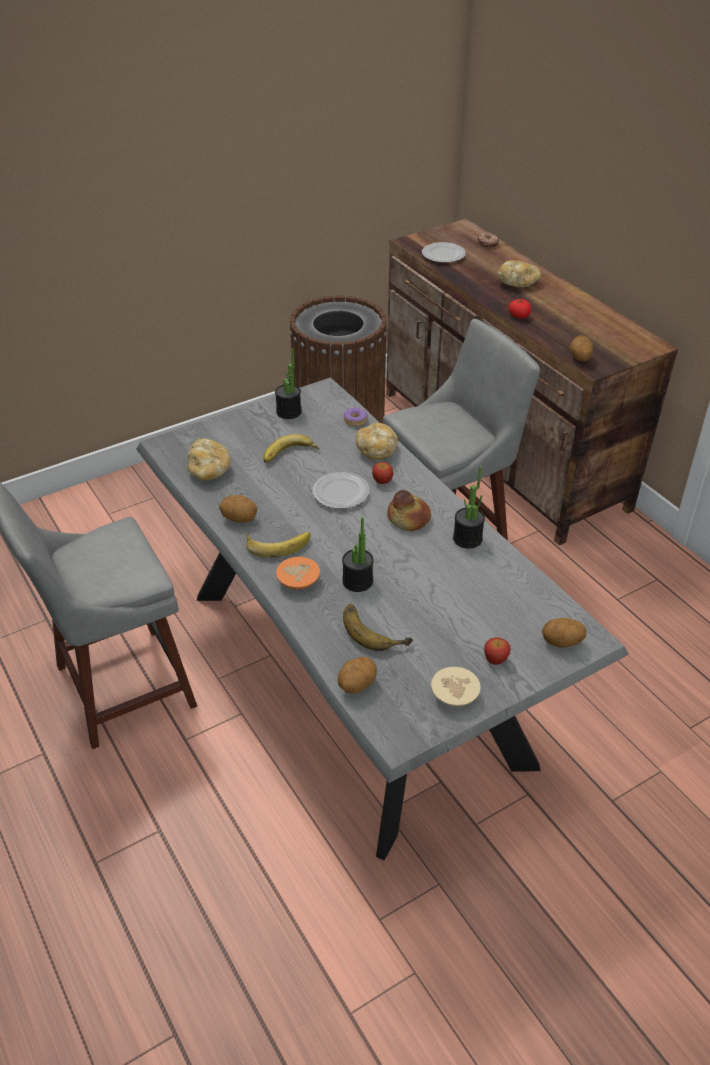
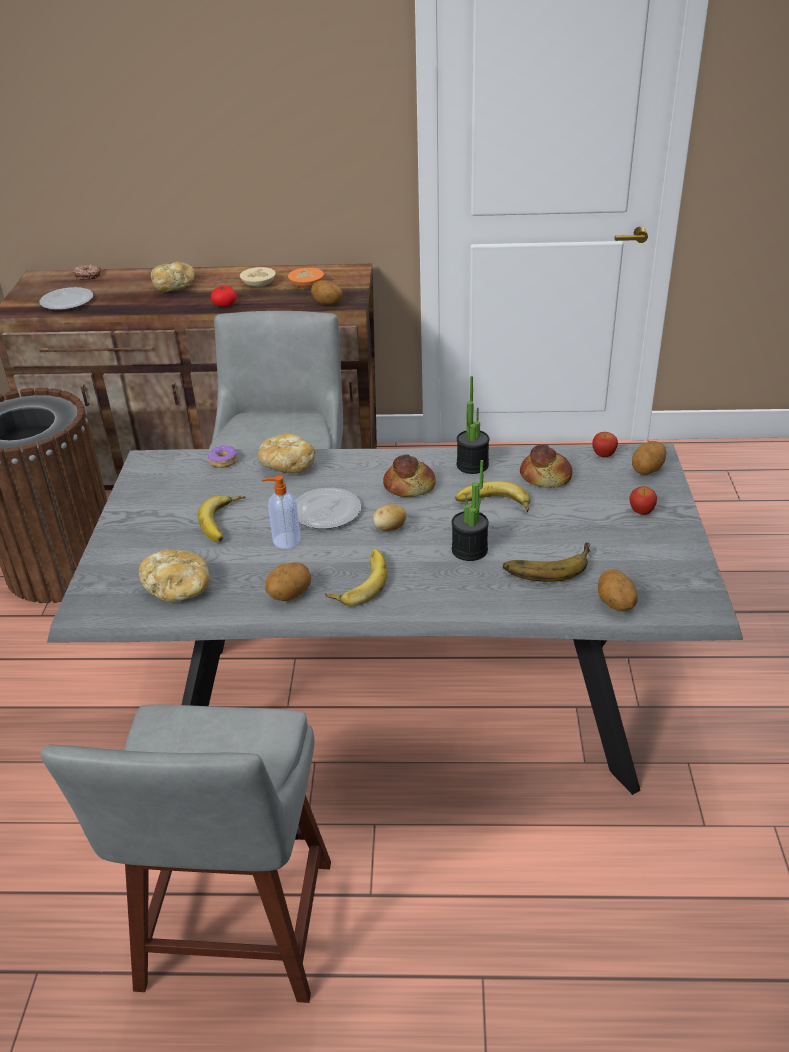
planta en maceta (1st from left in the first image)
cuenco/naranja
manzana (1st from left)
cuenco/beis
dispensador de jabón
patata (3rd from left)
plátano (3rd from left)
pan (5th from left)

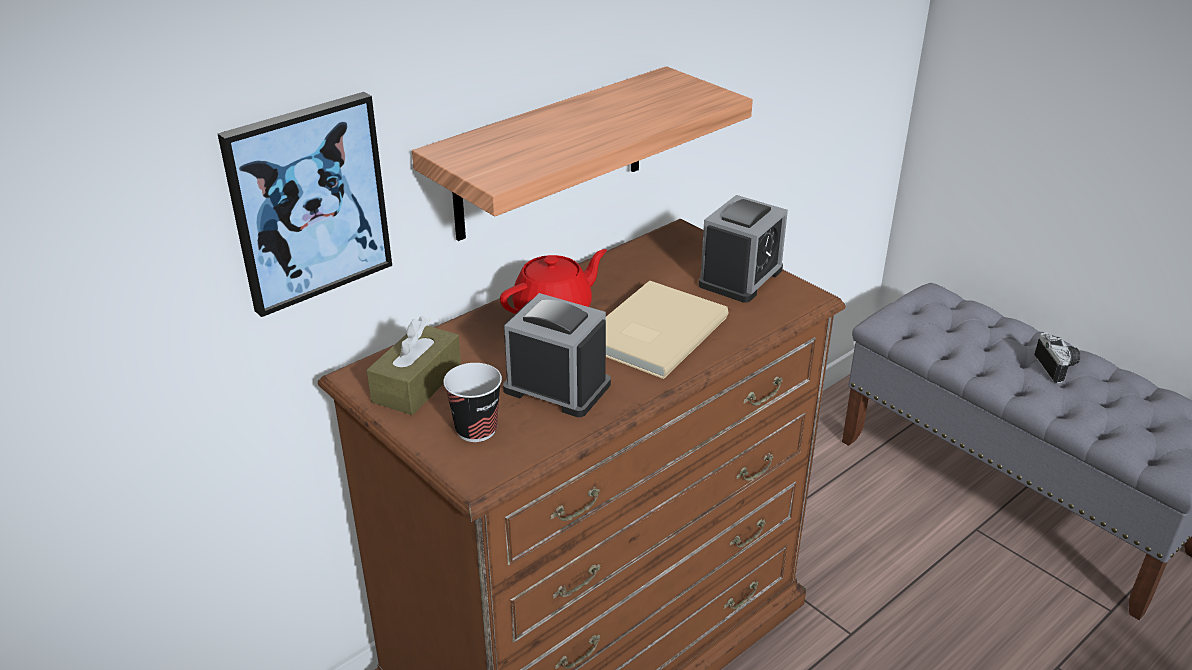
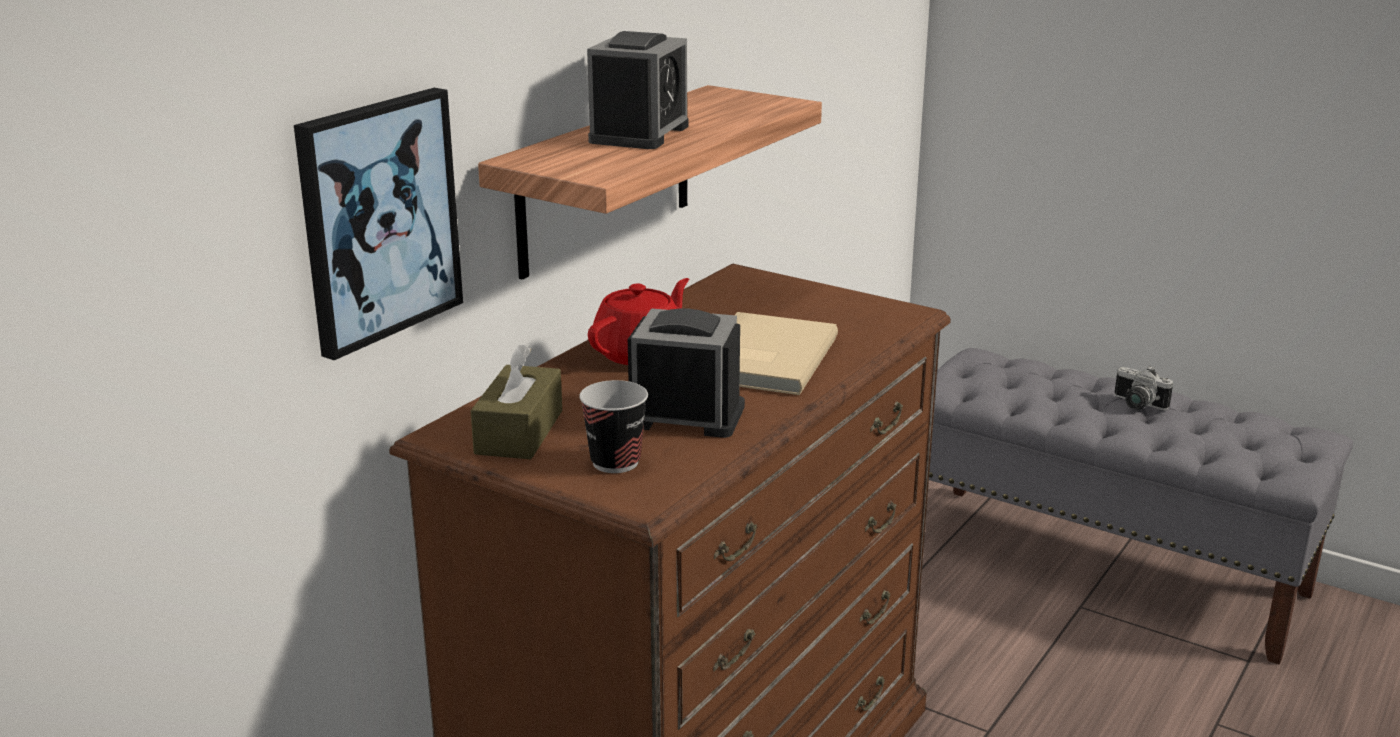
despertador (1st from left)
cámara

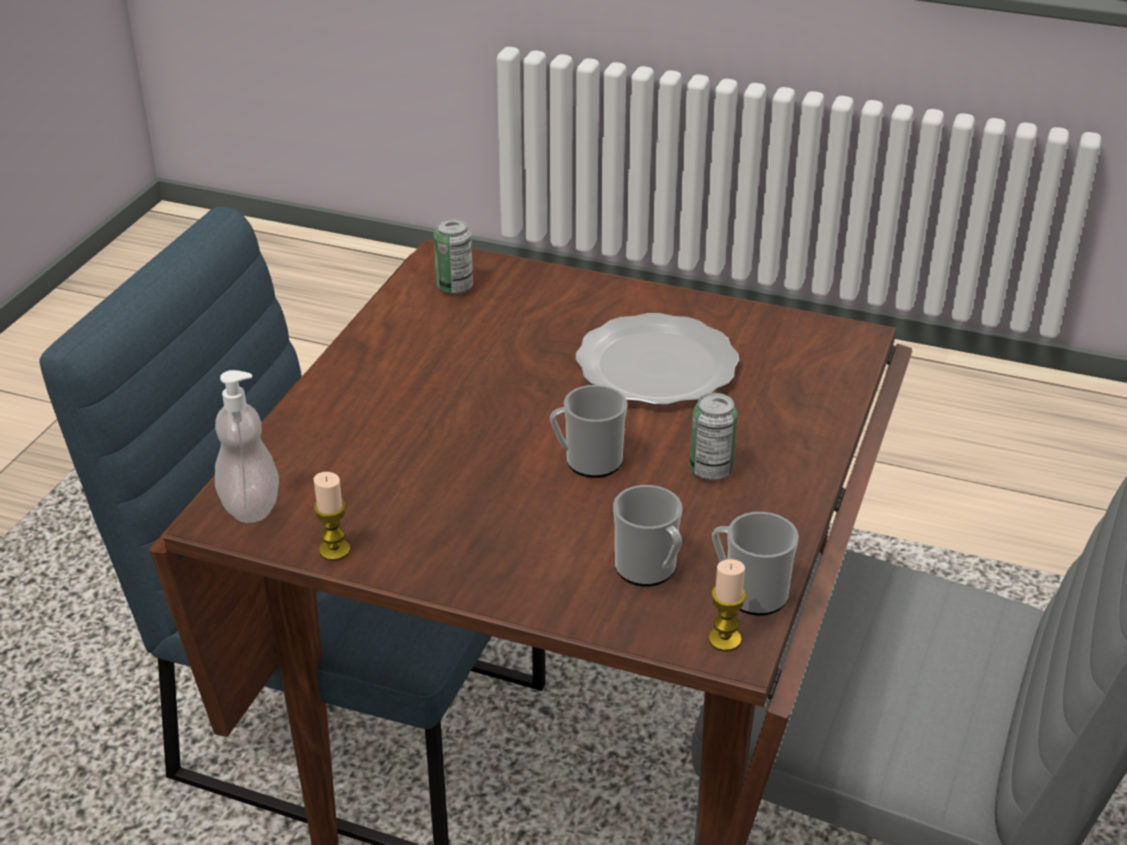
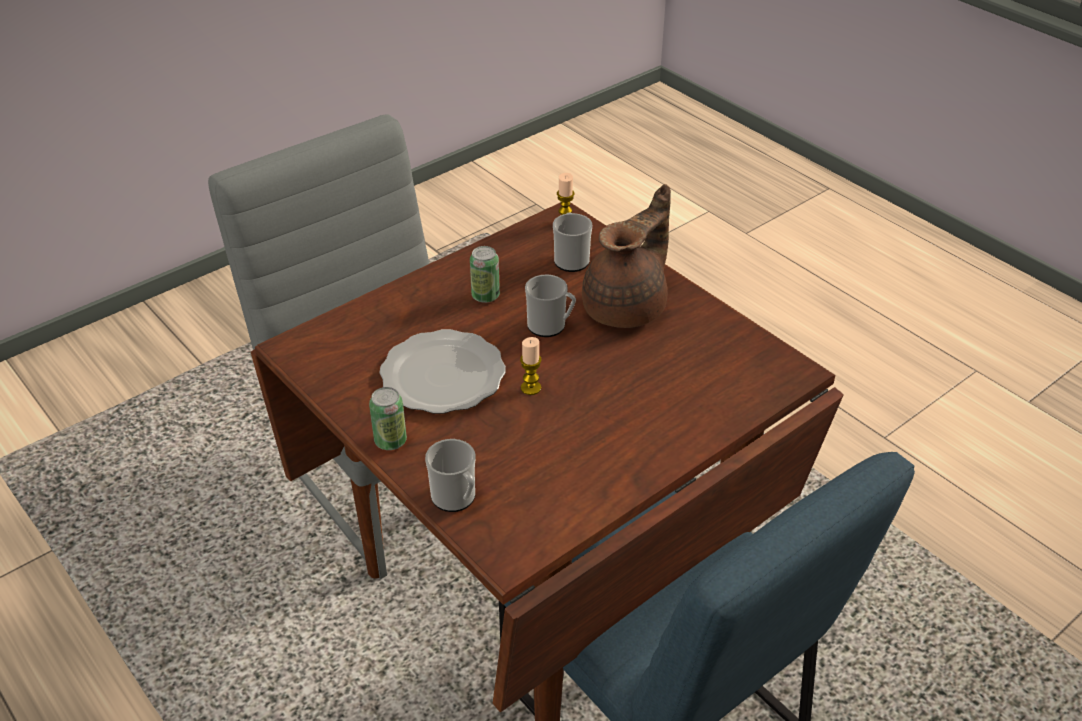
dispensador de jabón
vela (1st from left)
lata (1st from left)
taza grande (1st from left)
tetera/marrón

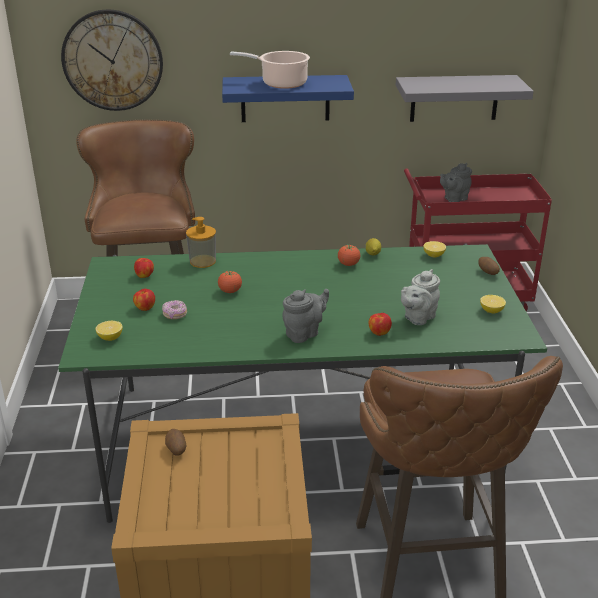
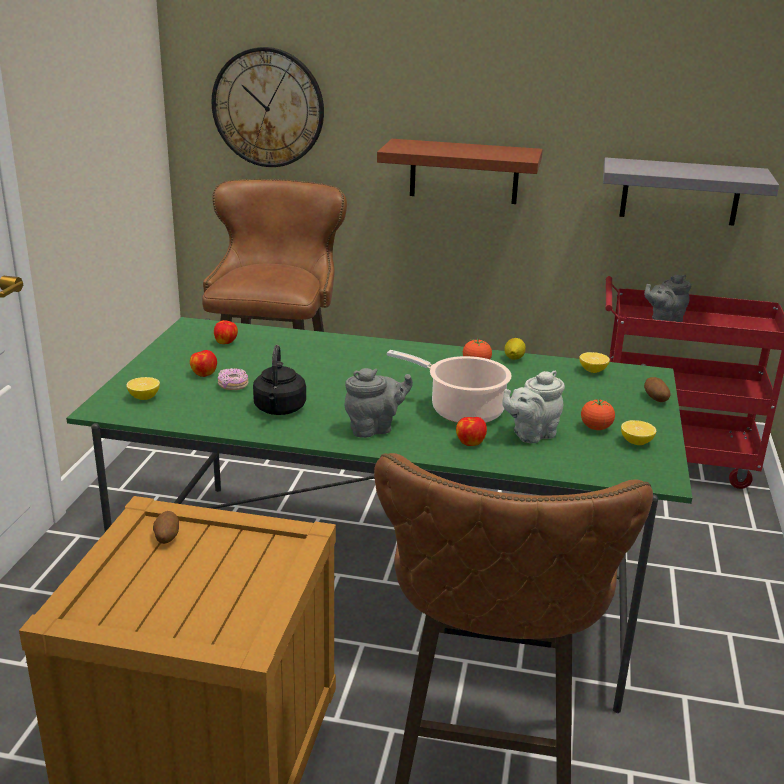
dispensador de jabón
tomate (2nd from left)
estante/marrón
olla
hervidor/negro

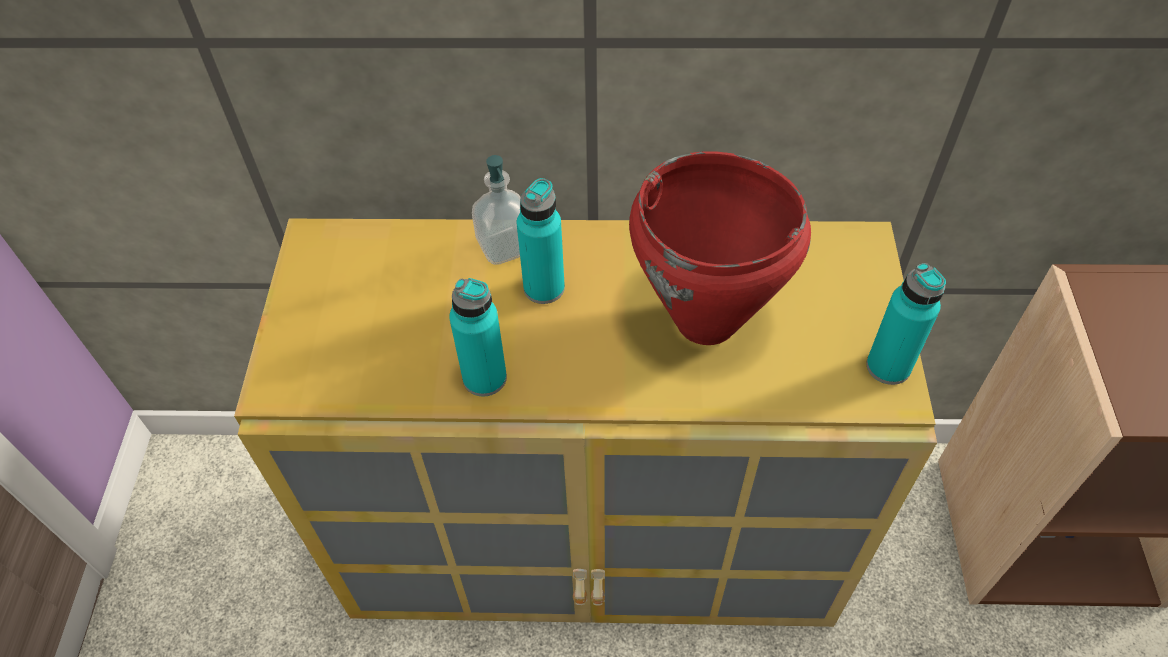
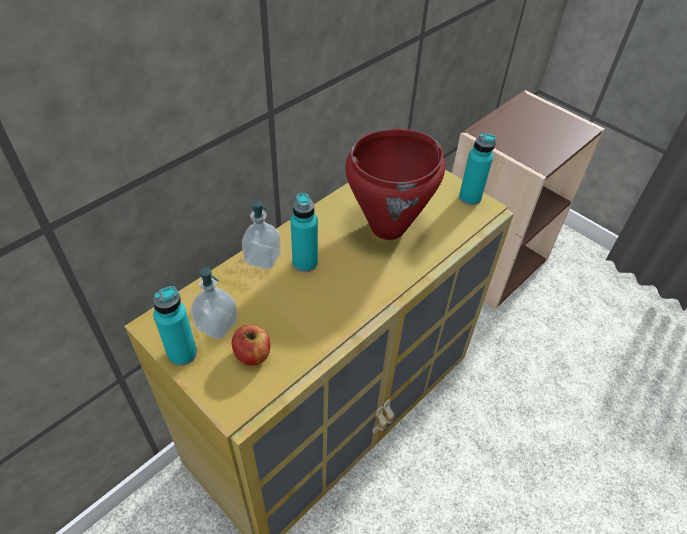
botella/turquesa (1st from left)
dispensador de jabón (1st from left)
manzana

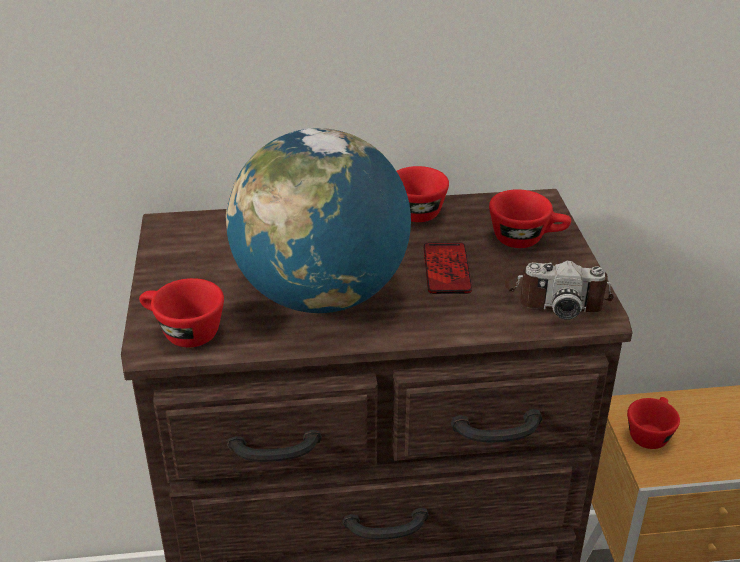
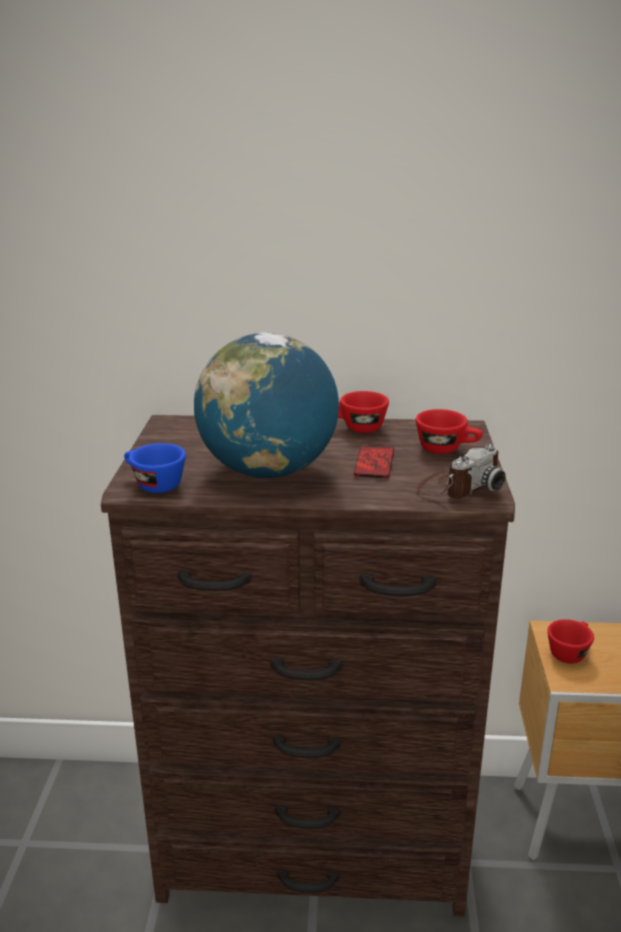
taza/azul
cámara

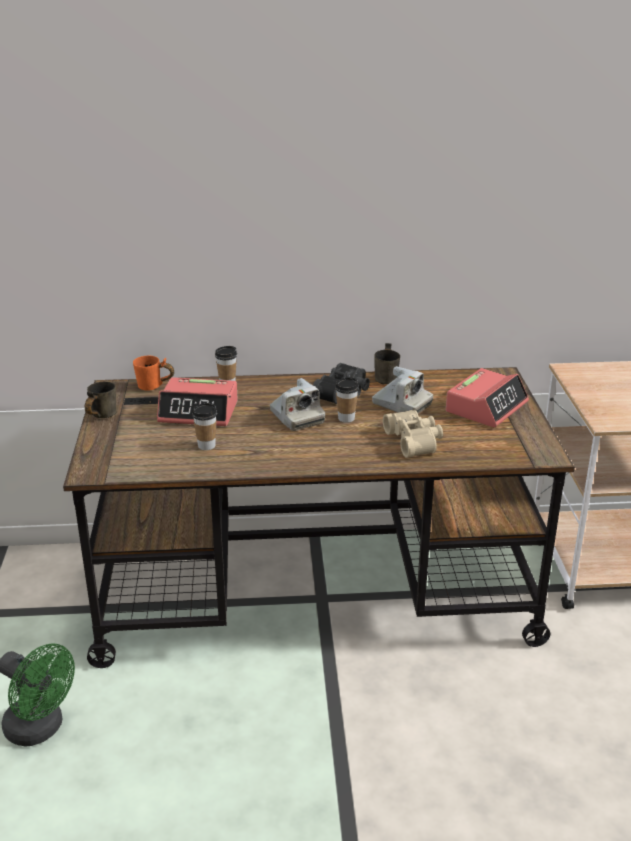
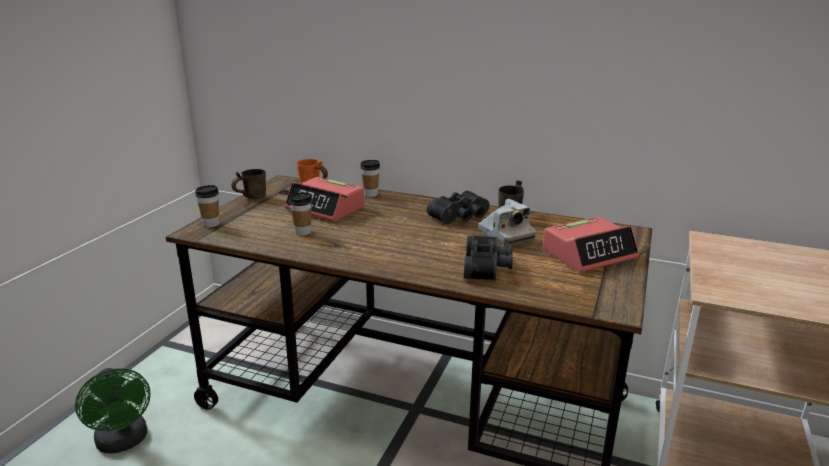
cámara (1st from left in the first image)
taza (1st from left)
prismáticos/negro (2nd from left)

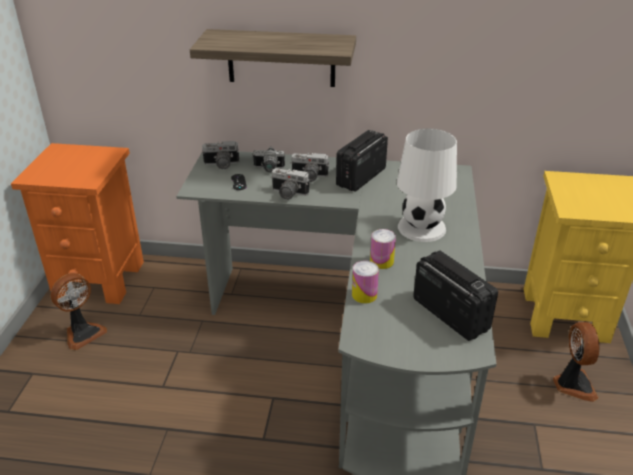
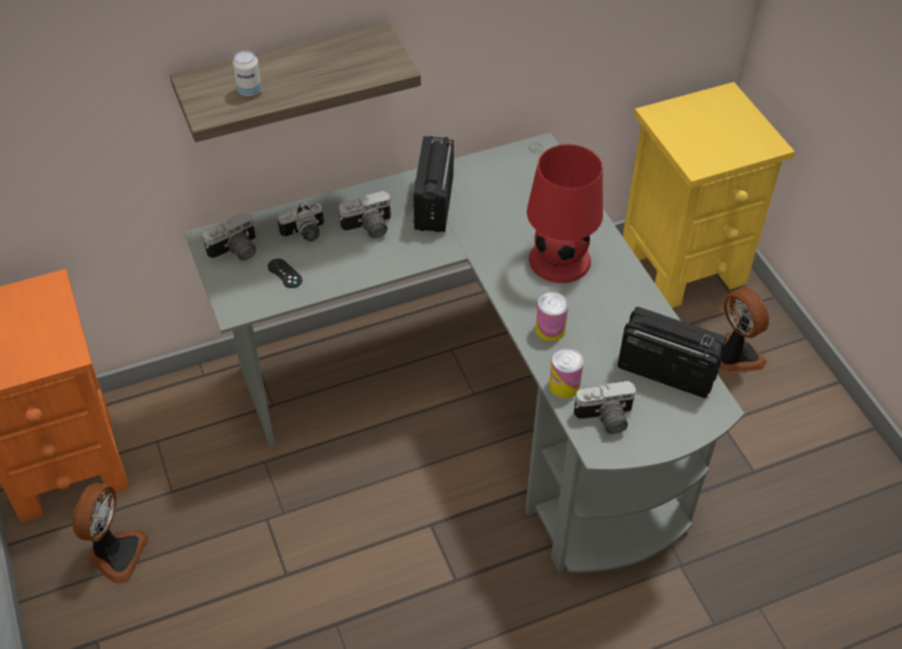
cámara (4th from left)
lámpara de mesa/rojo
lata (1st from left)

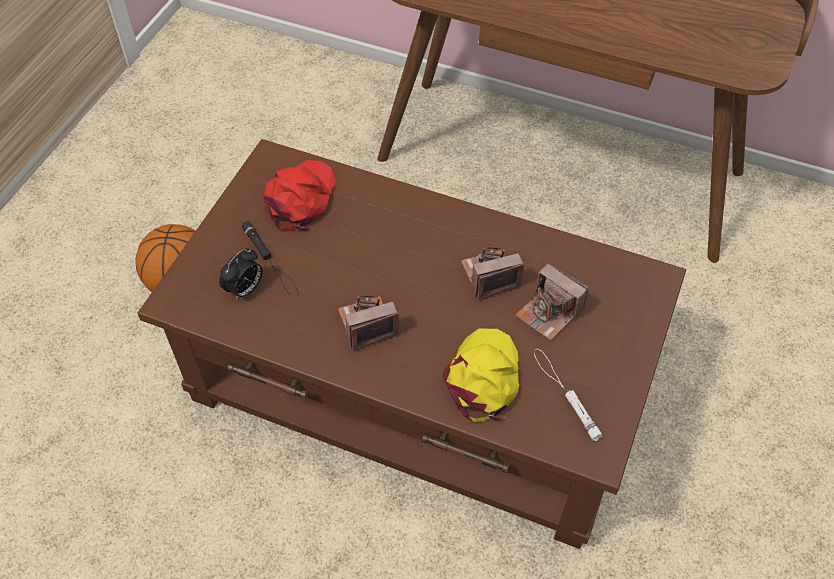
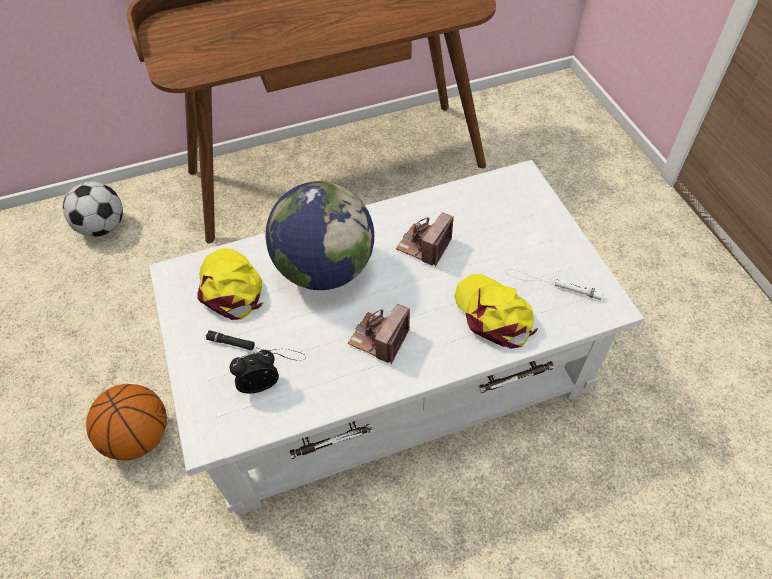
mesa de centro/blanco
despertador
gorra/amarillo (1st from left)
cámara (3rd from left in the first image)
balón de fútbol
globo terráqueo

